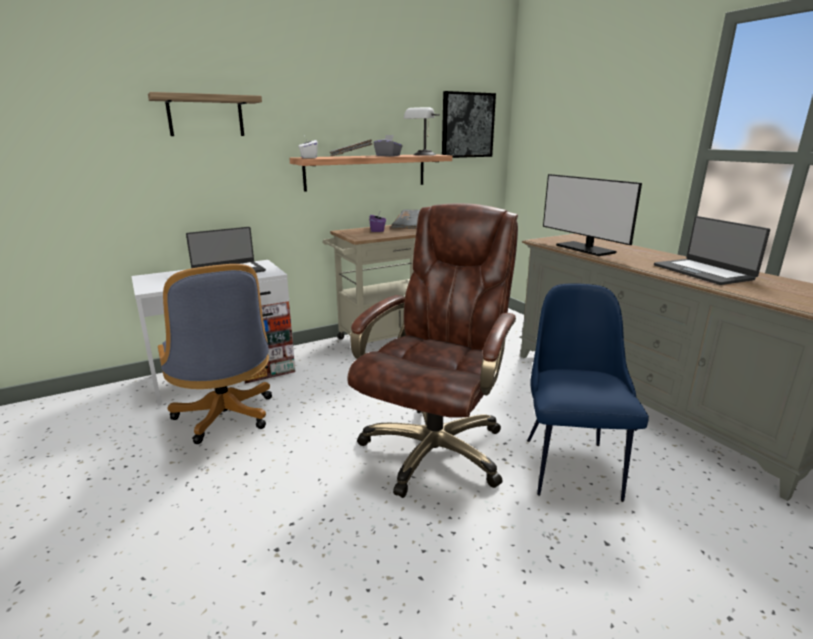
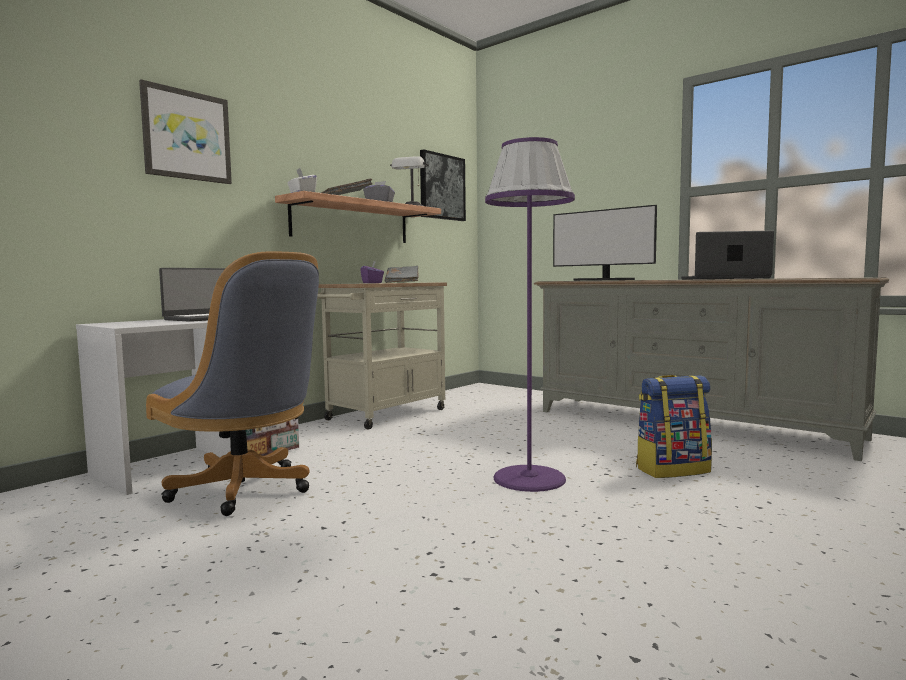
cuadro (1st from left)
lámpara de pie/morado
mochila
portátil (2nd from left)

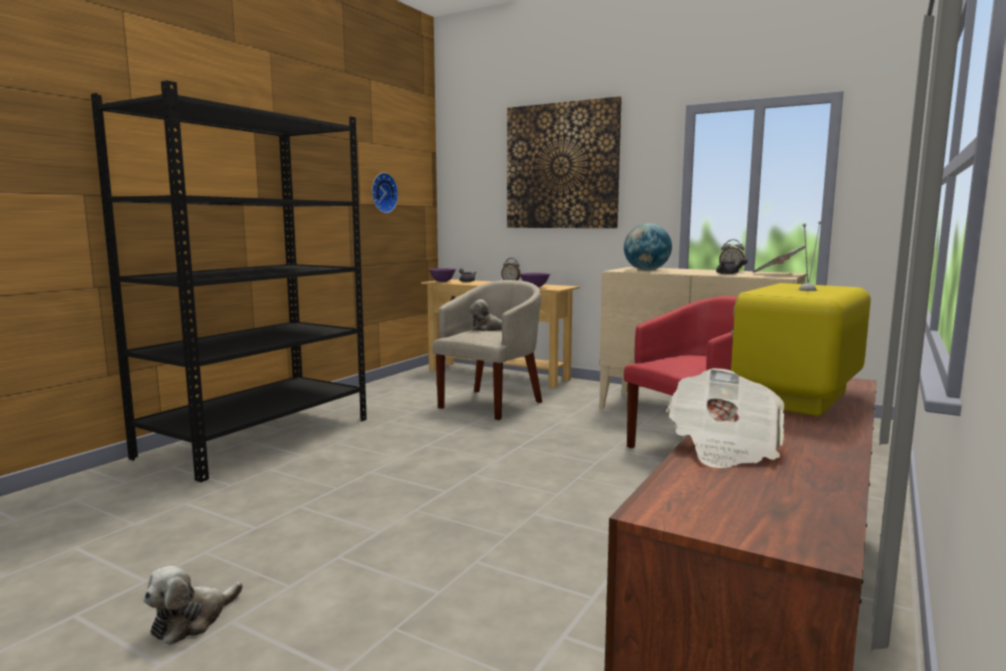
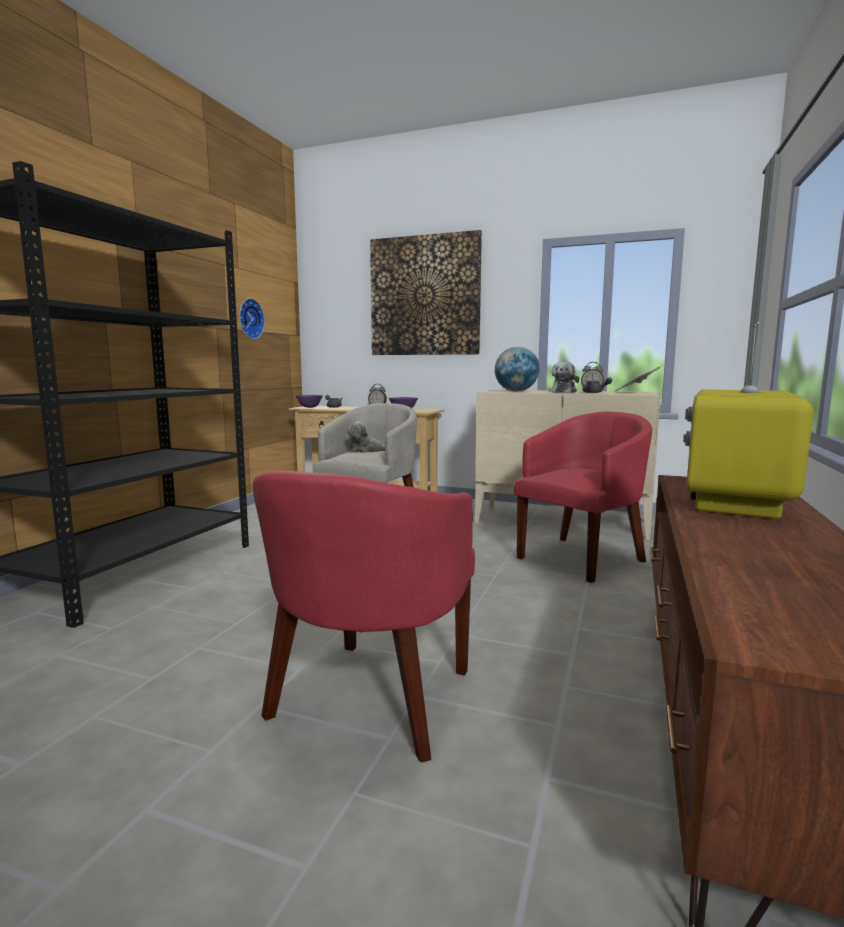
peluche (2nd from left)
periódico (1st from left in the first image)
sillón/rojo (1st from left)

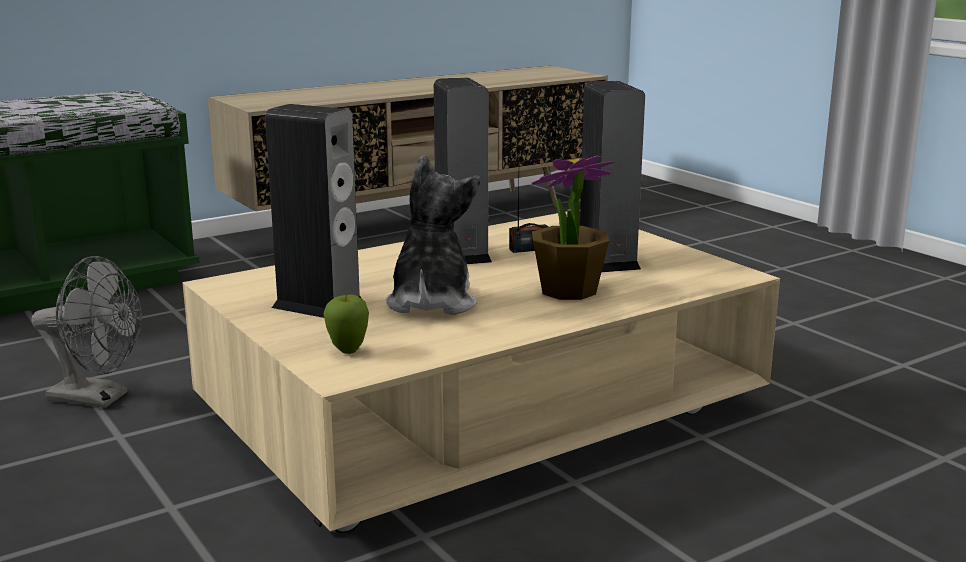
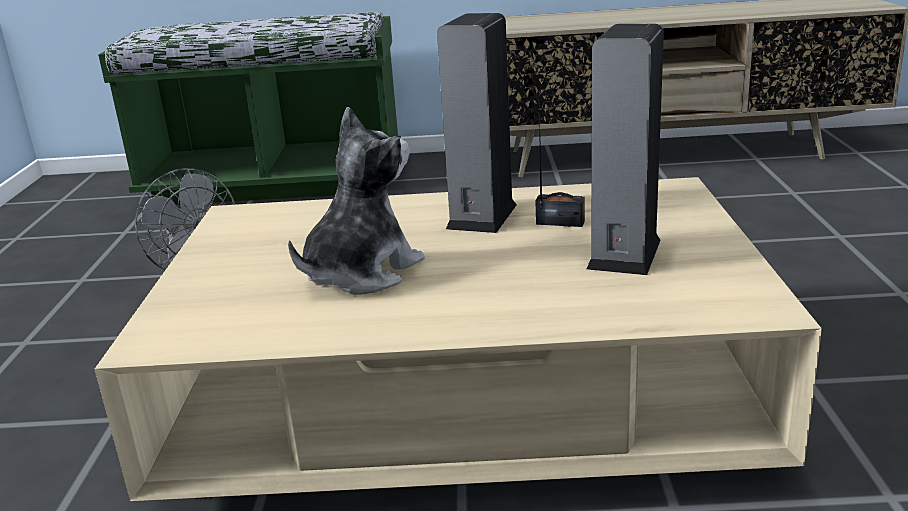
altavoz (1st from left in the first image)
manzana
planta en maceta

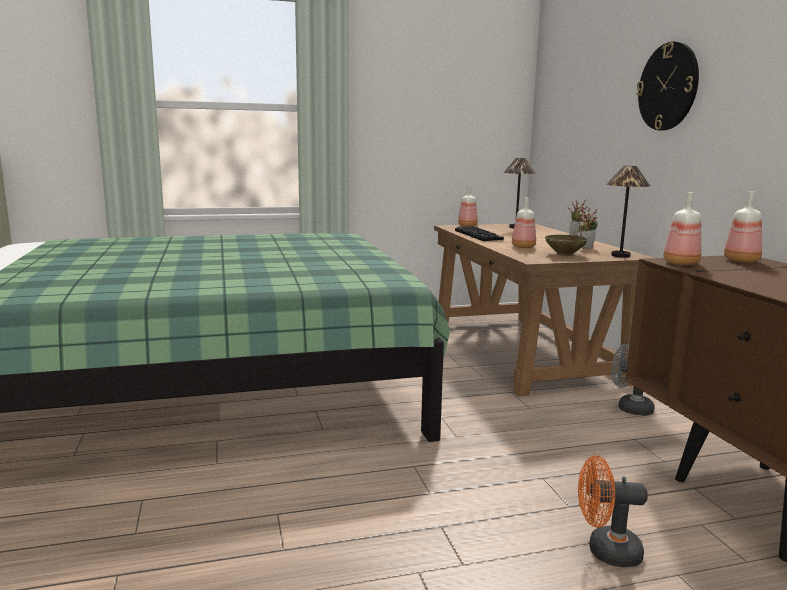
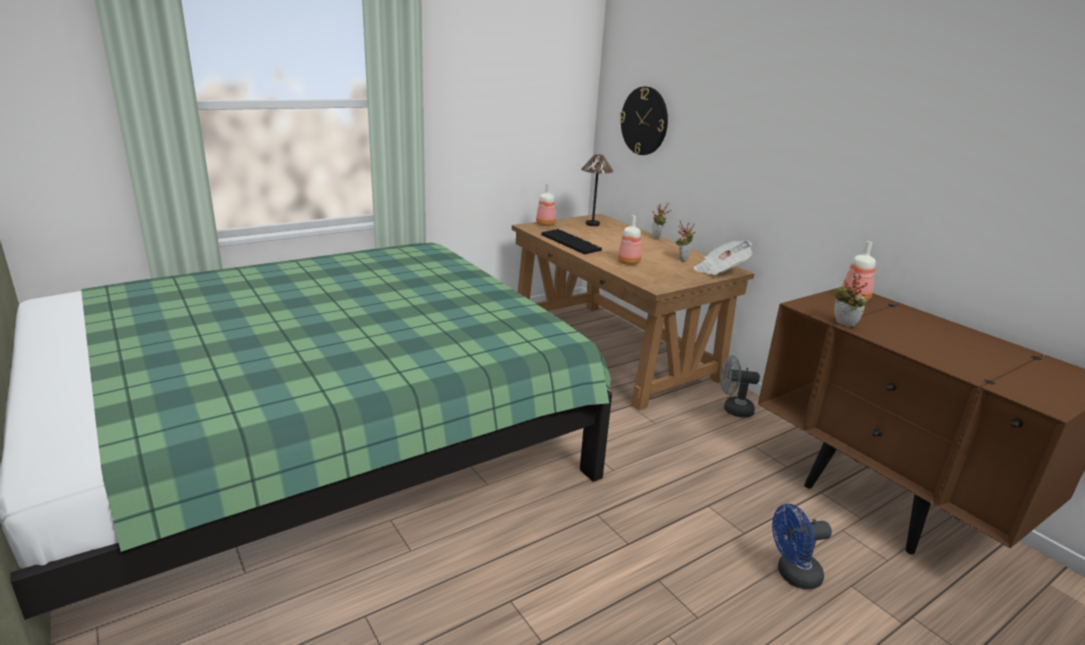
cuenco/beis
ventilador/azul
periódico
reloj de pared
botella (3rd from left in the first image)
planta en maceta (3rd from left)

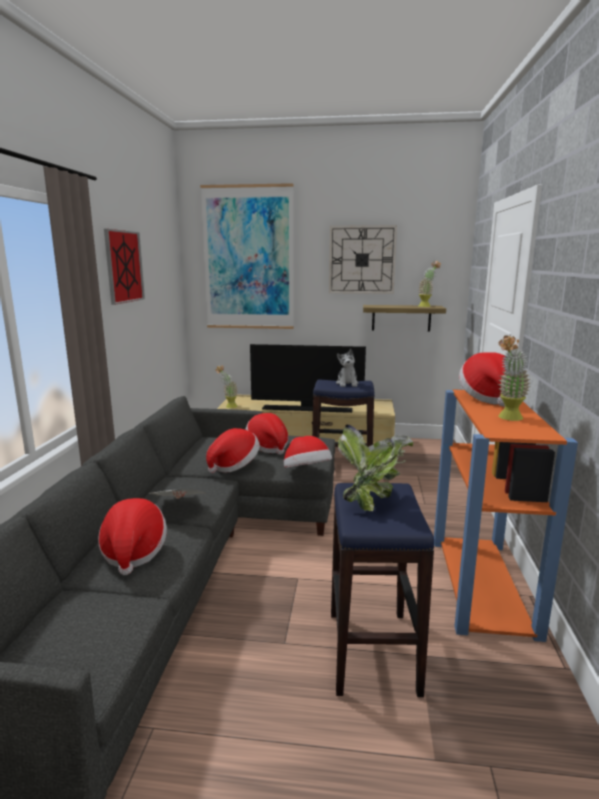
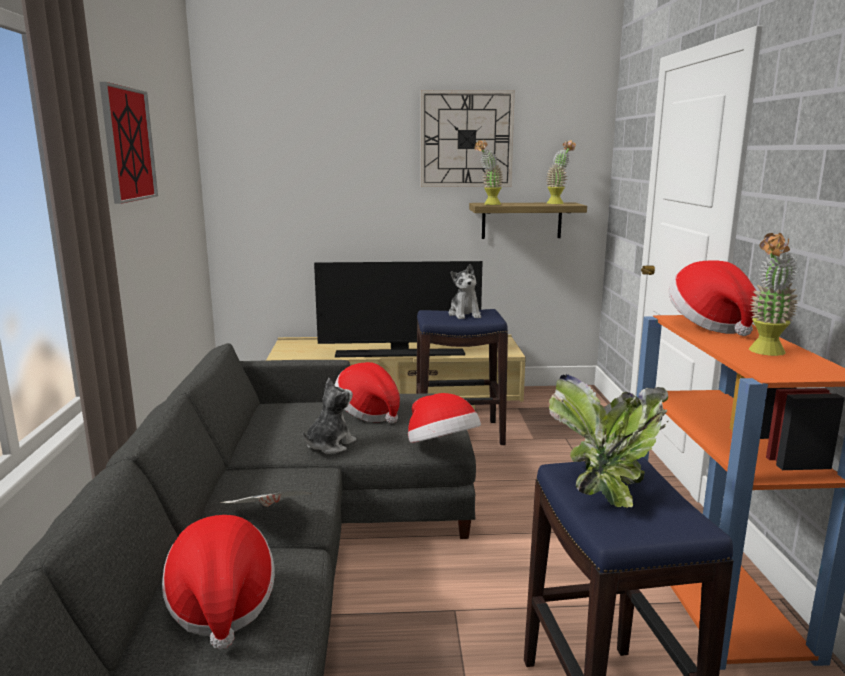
cuadro (2nd from left in the first image)
peluche (1st from left)
planta en maceta (1st from left)

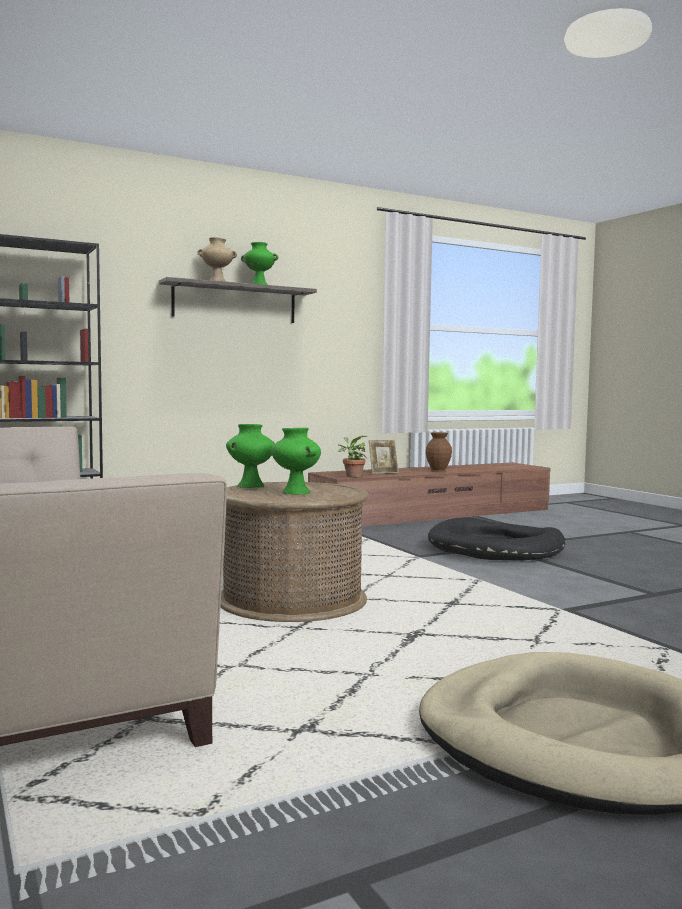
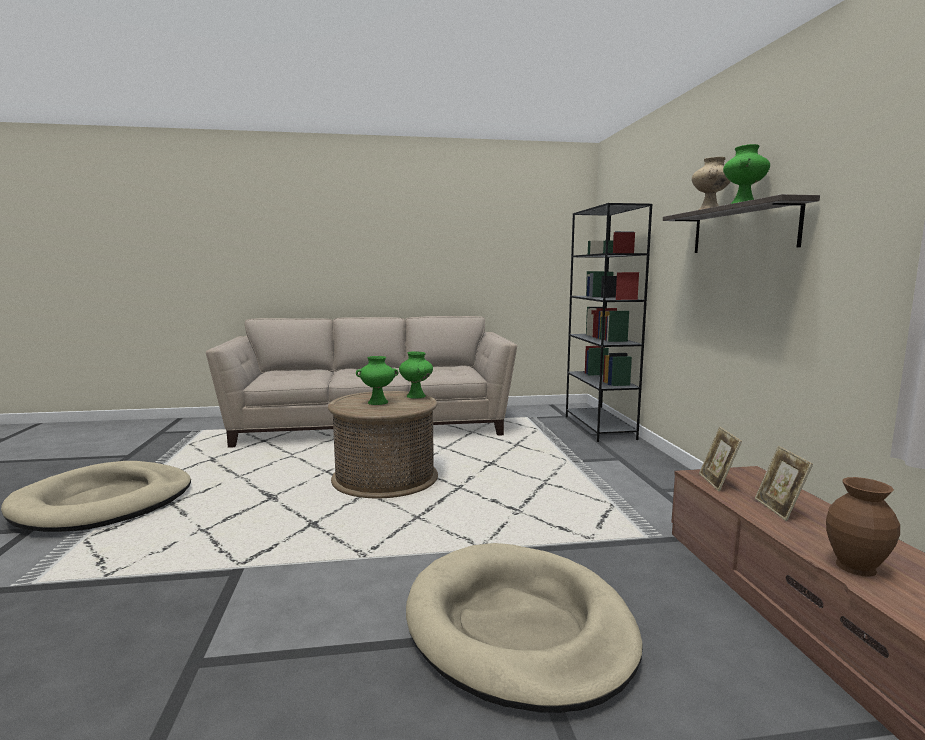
portarretratos (1st from left)
cama para perro/beis (2nd from left)

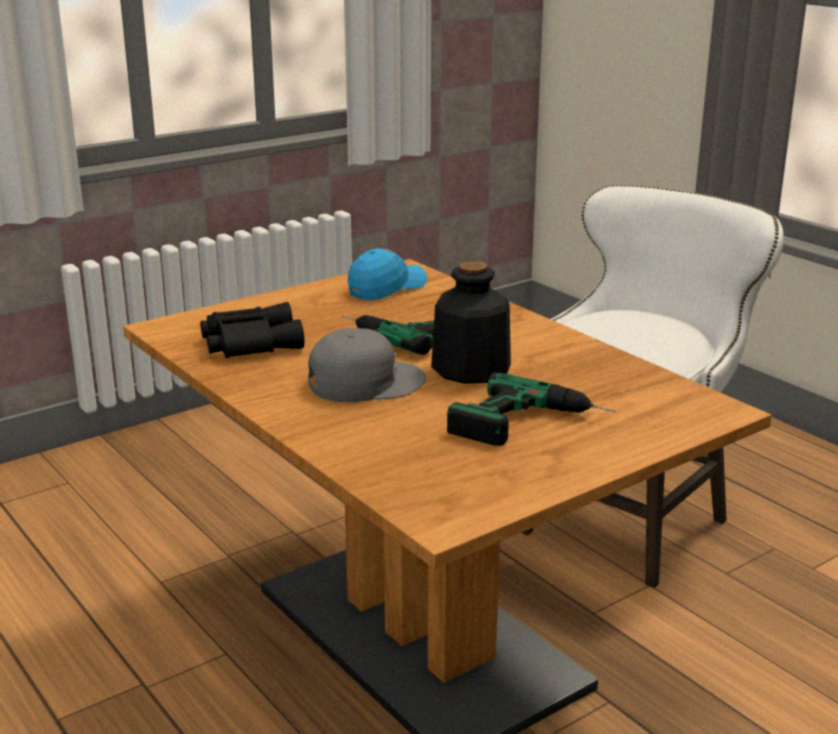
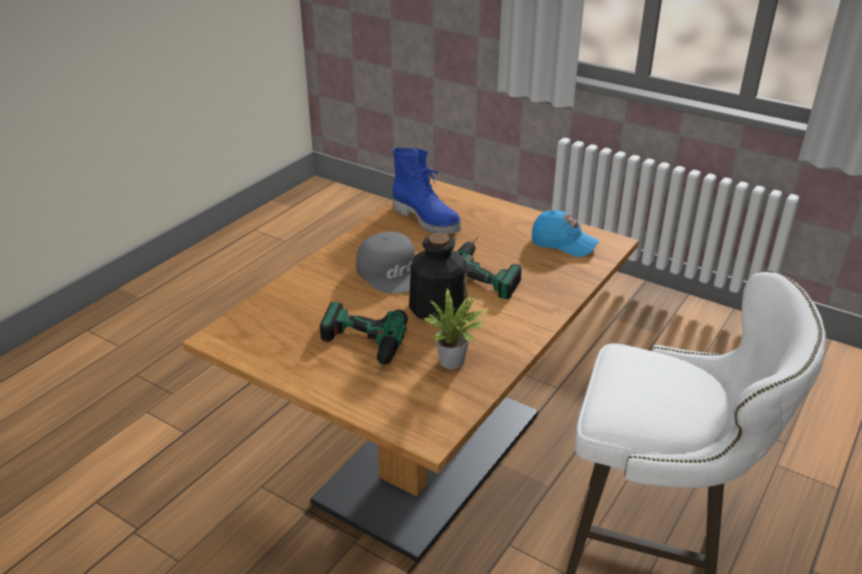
bota/azul
planta en maceta

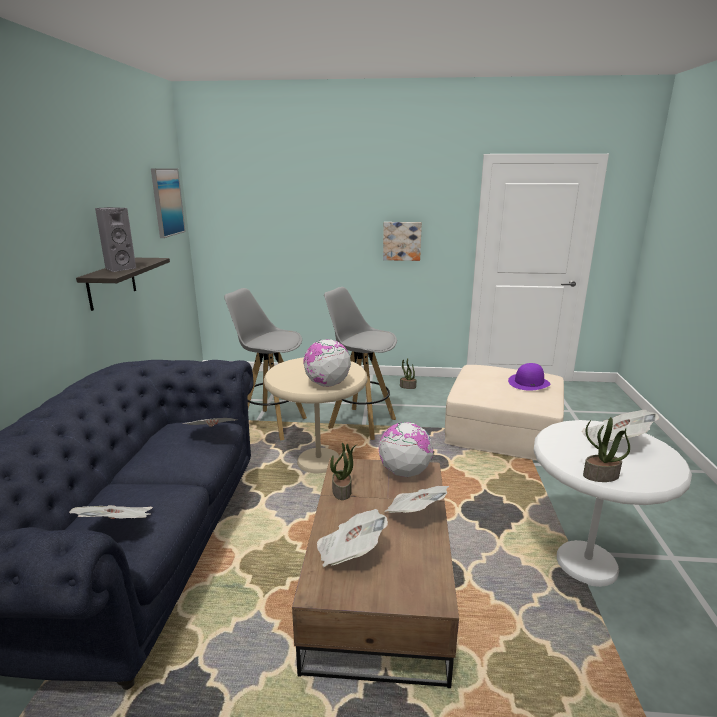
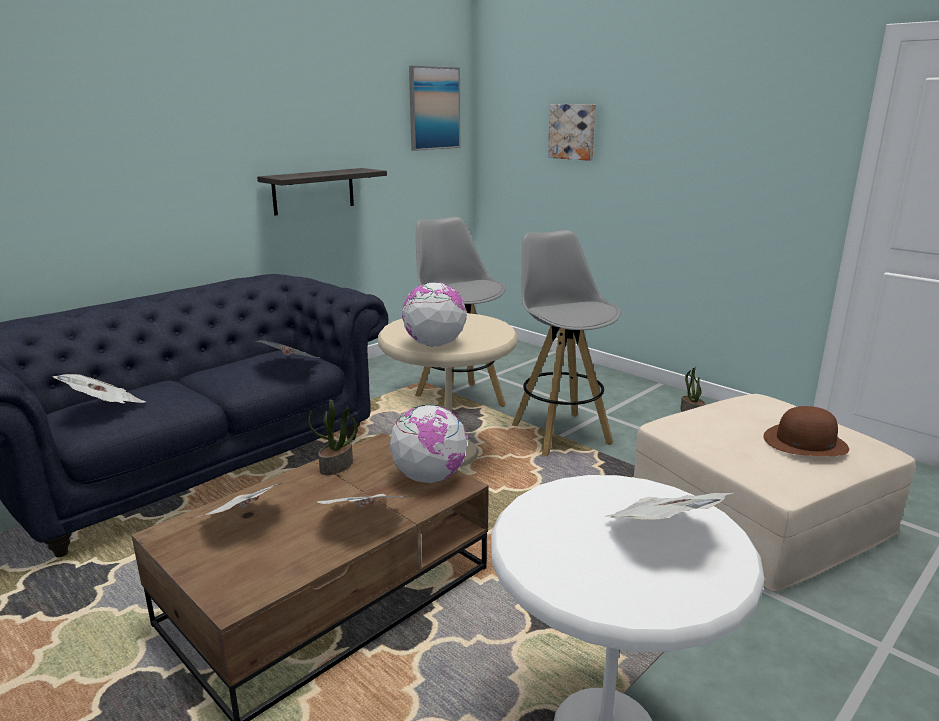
altavoz/gris
cuadro (2nd from left)
sombrero/marrón
planta en maceta (3rd from left in the first image)

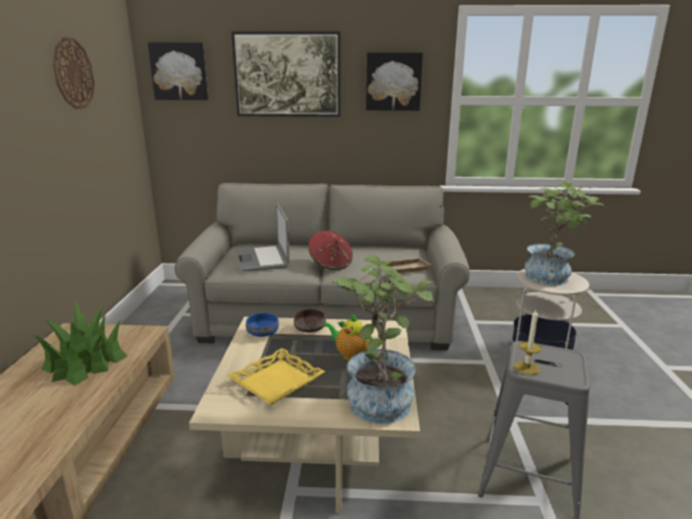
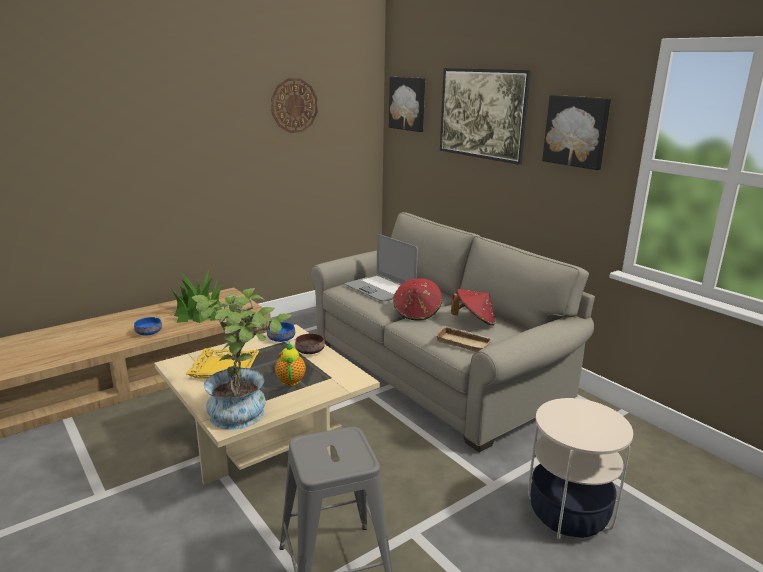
portátil
vela
planta en maceta (3rd from left in the first image)
cuenco/azul (1st from left)
sombrero/rojo (2nd from left)

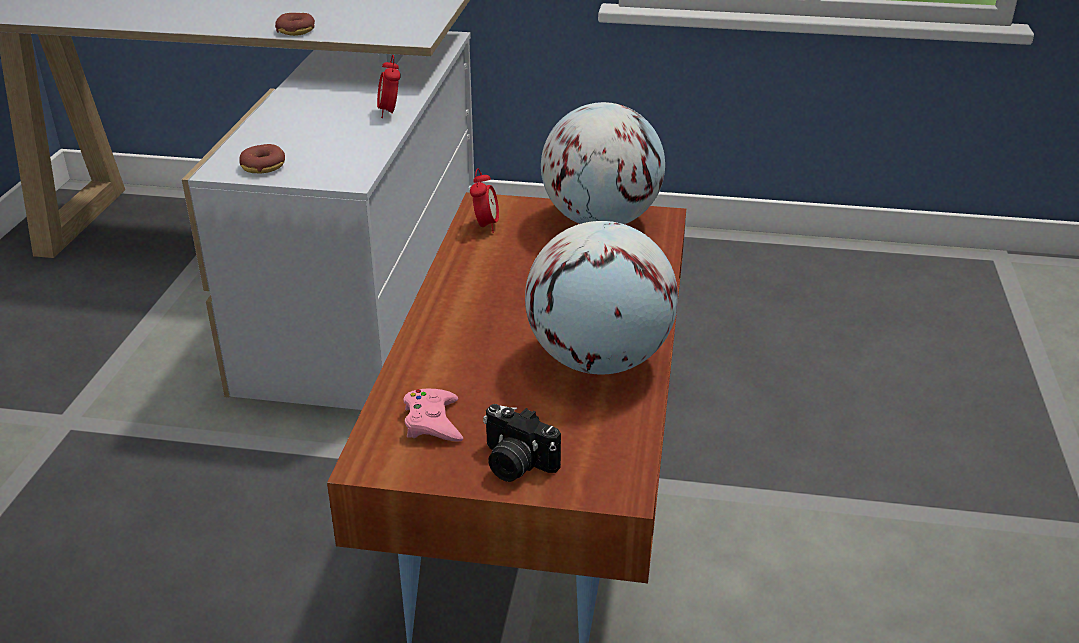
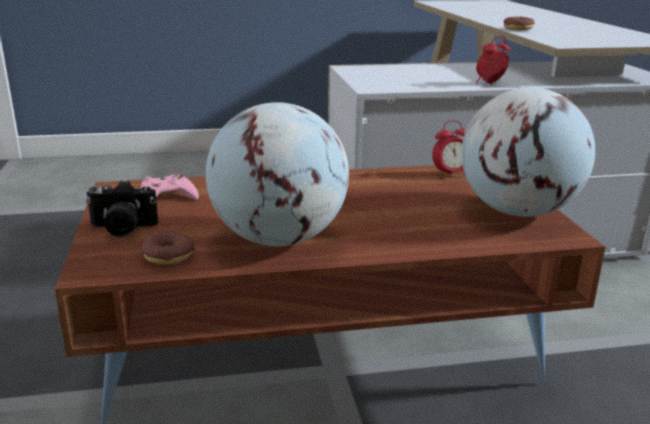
rosquilla (1st from left)
cámara

